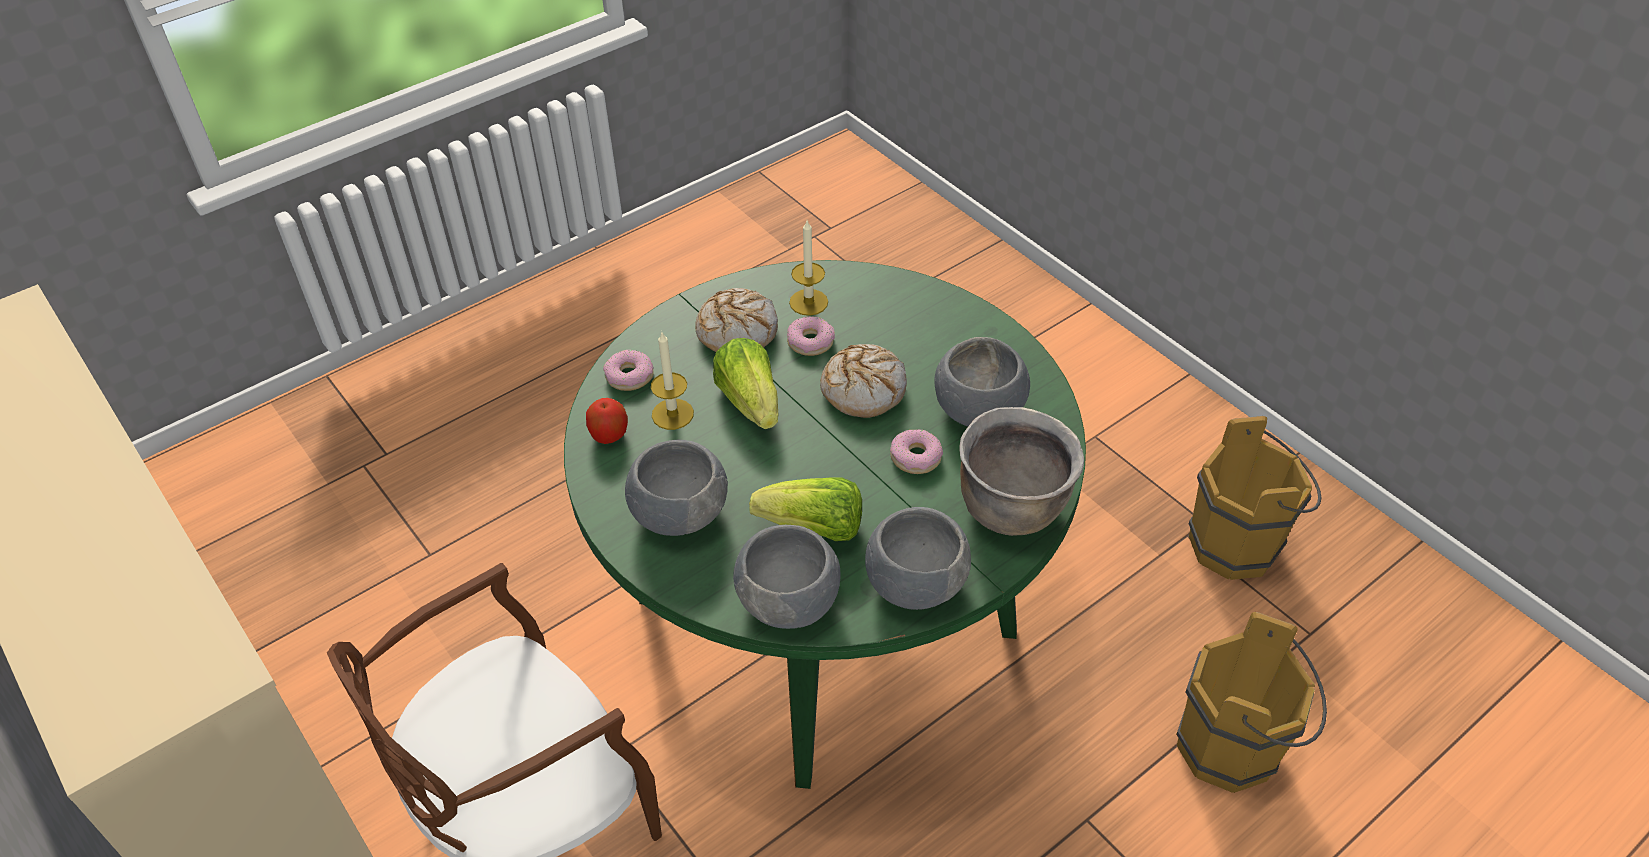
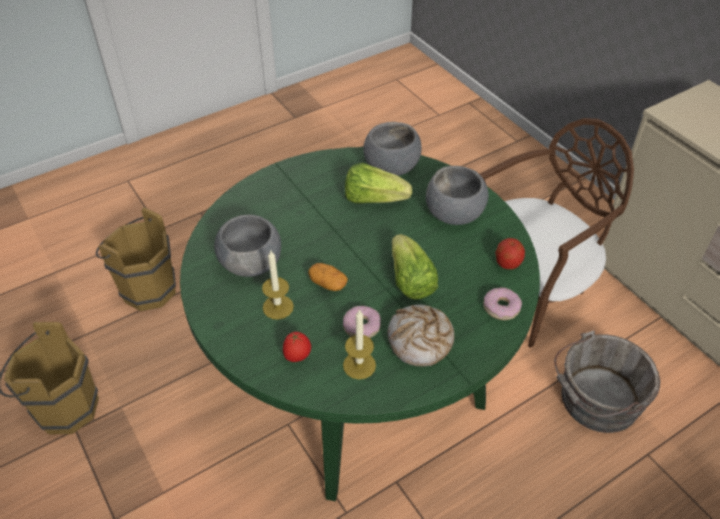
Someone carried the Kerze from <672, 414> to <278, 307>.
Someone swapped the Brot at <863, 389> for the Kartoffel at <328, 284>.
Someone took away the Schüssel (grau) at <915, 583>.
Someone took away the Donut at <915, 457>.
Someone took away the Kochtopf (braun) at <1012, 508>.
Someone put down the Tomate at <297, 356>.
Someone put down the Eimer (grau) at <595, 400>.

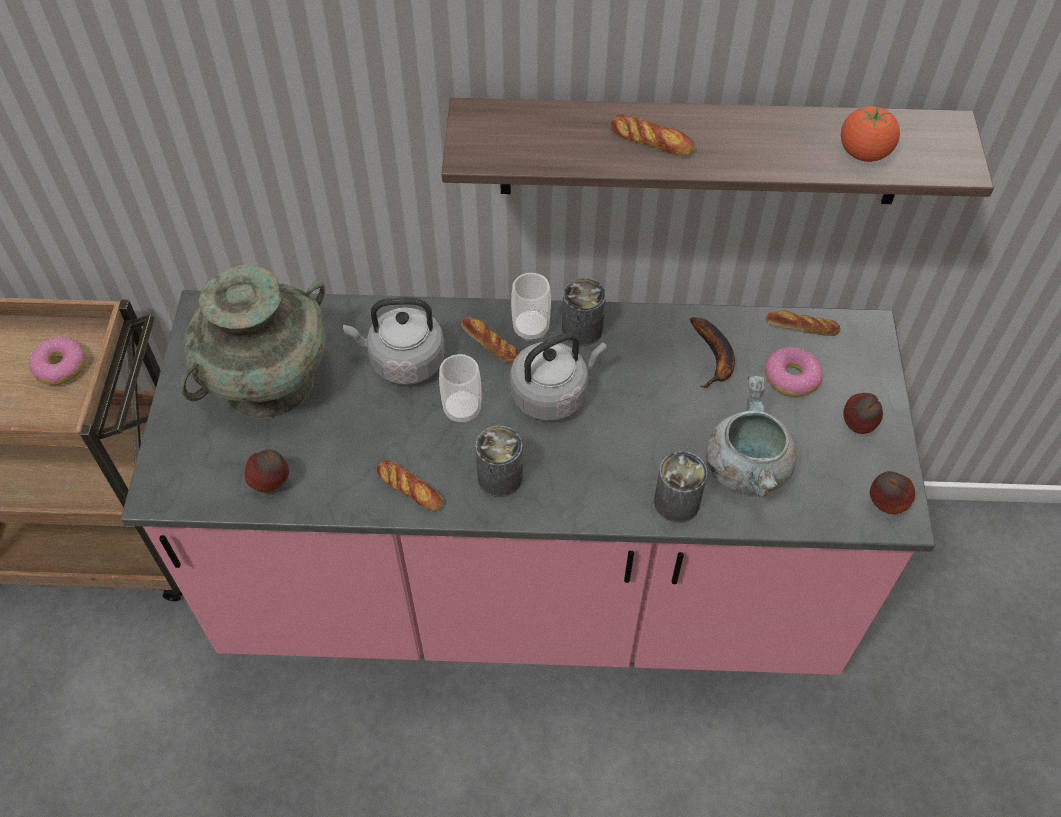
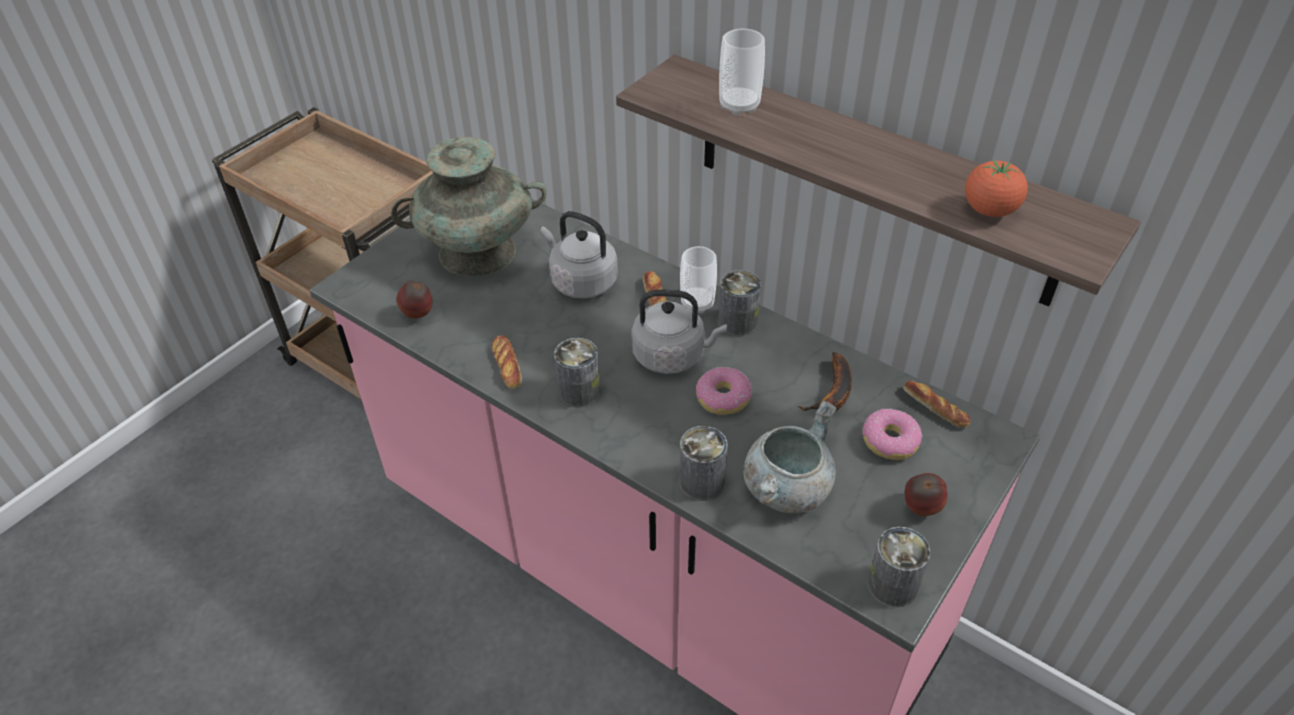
Someone carried the Donut from <60, 366> to <723, 397>.
Someone carried the Tasse from <462, 409> to <739, 105>.
Someone took away the Brot at <651, 140>.
Someone swapped the Apfel at <885, 505> for the Dose at <892, 585>.

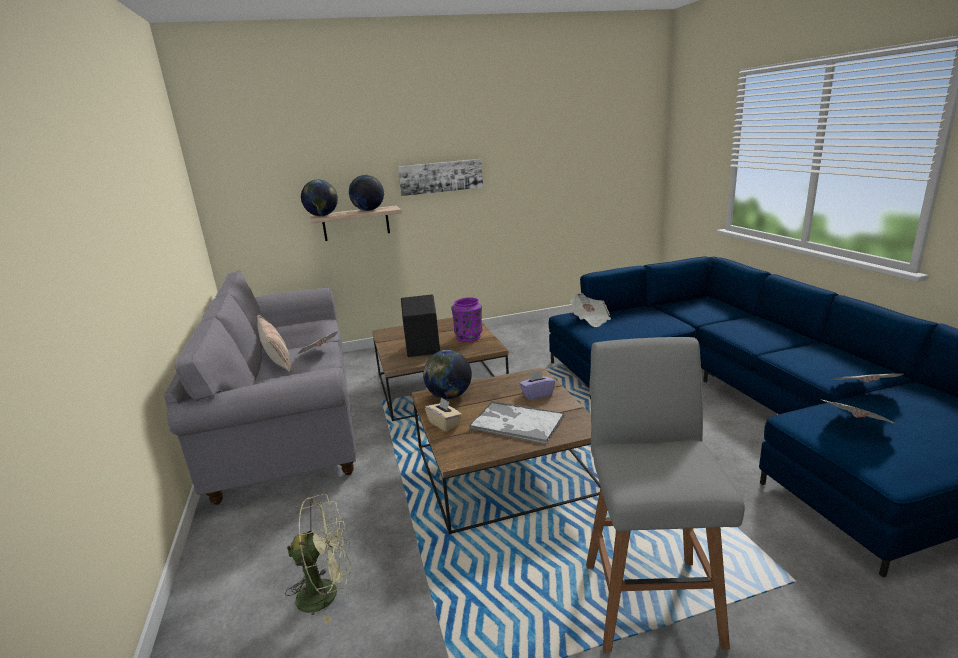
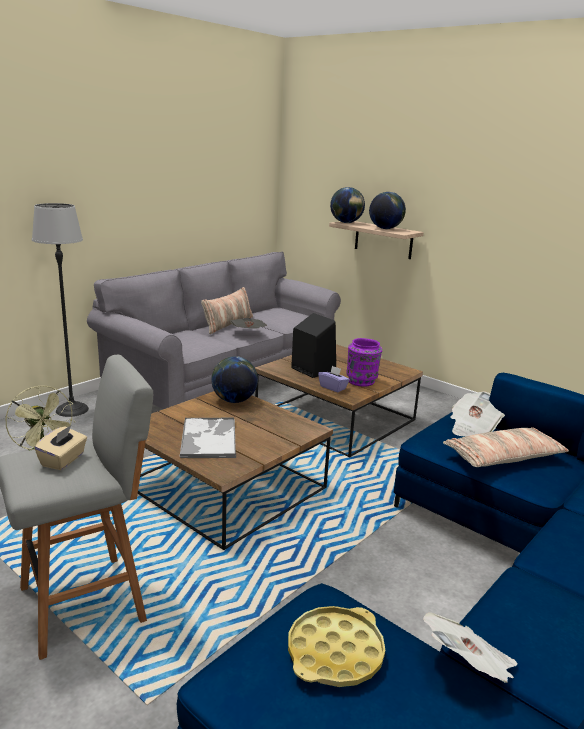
Someone took away the Bild at <441, 177>.
Someone carried the Taschentuchbox (beige) from <444, 424> to <63, 460>.
Someone carried the Taschentuchbox (lila) from <537, 394> to <333, 387>.
Someone swapped the Zeitung at <856, 427> for the Tablett (gelb) at <335, 652>.
Someone put down the Stehlampe at <72, 409>.
Someone put down the Kissen at <504, 458>.

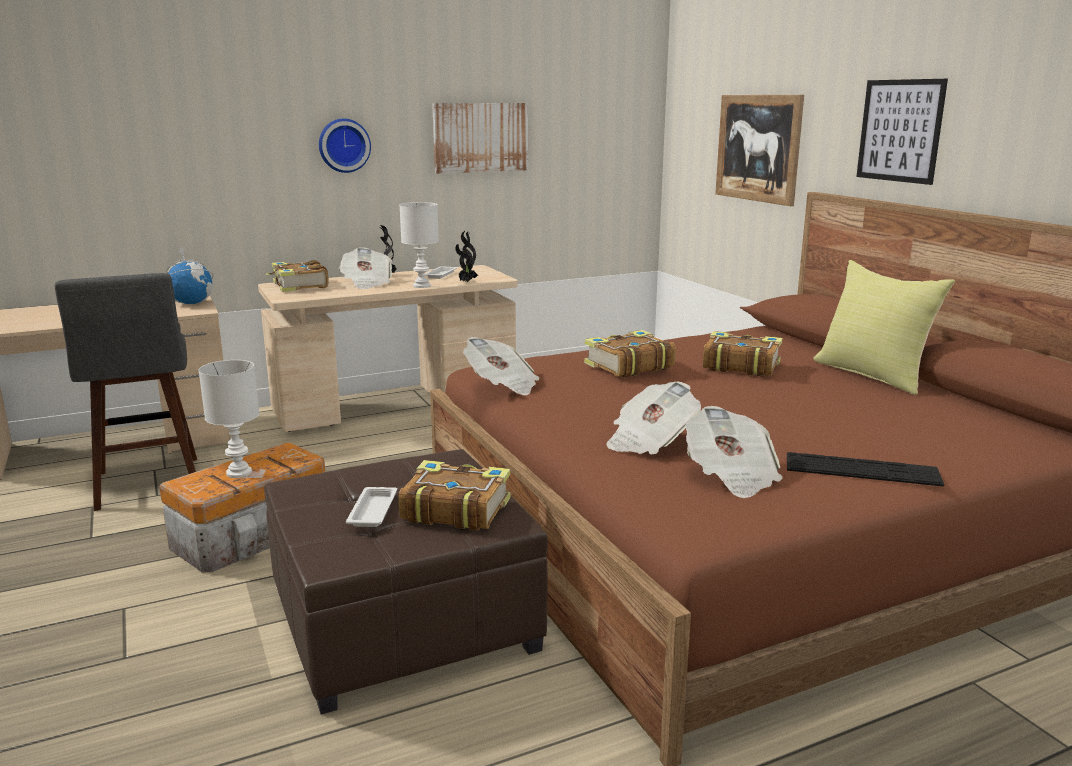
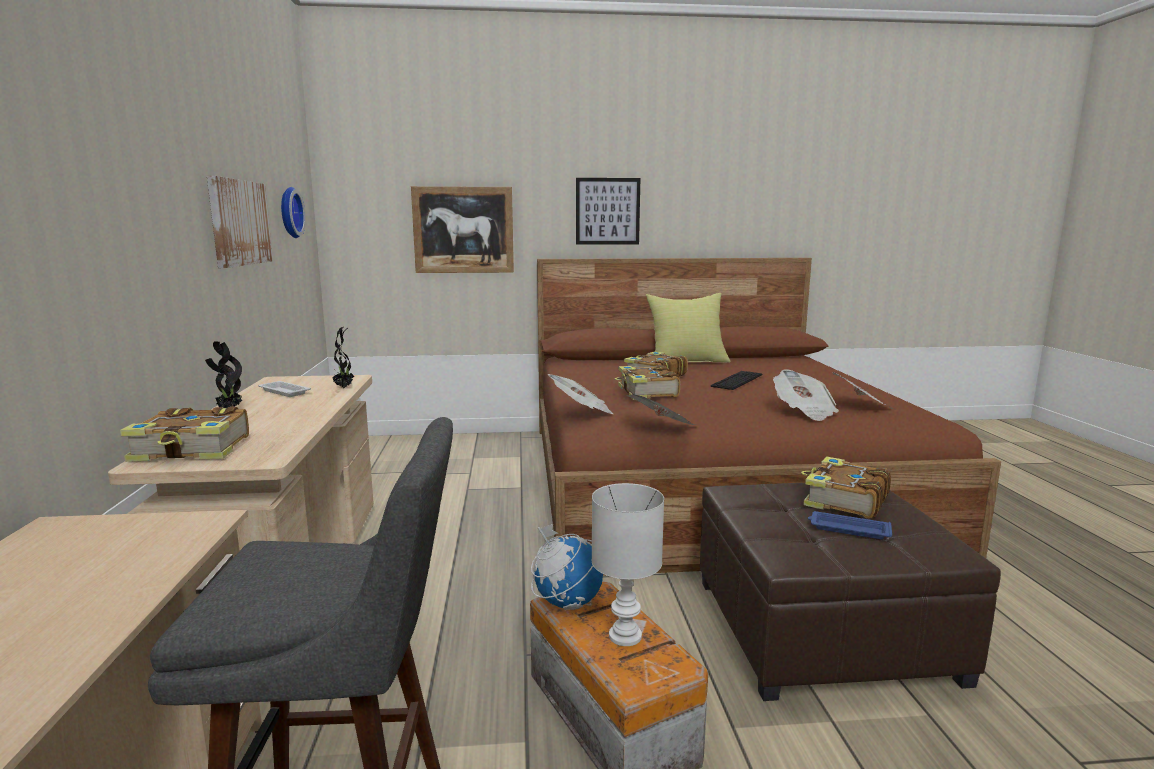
Someone carried the Globus from <192, 303> to <567, 603>.
Someone carried the Wanduhr from <343, 145> to <288, 212>.
Someone carried the Zeitung from <367, 283> to <581, 411>.
Someone repainted the Tablett (weiß) at <373, 510>, which became the Tablett (blau) at <848, 529>.
Someone took away the Tischlampe (weiß) at <422, 286>.
Someone carried the Tastatur from <862, 470> to <737, 380>.

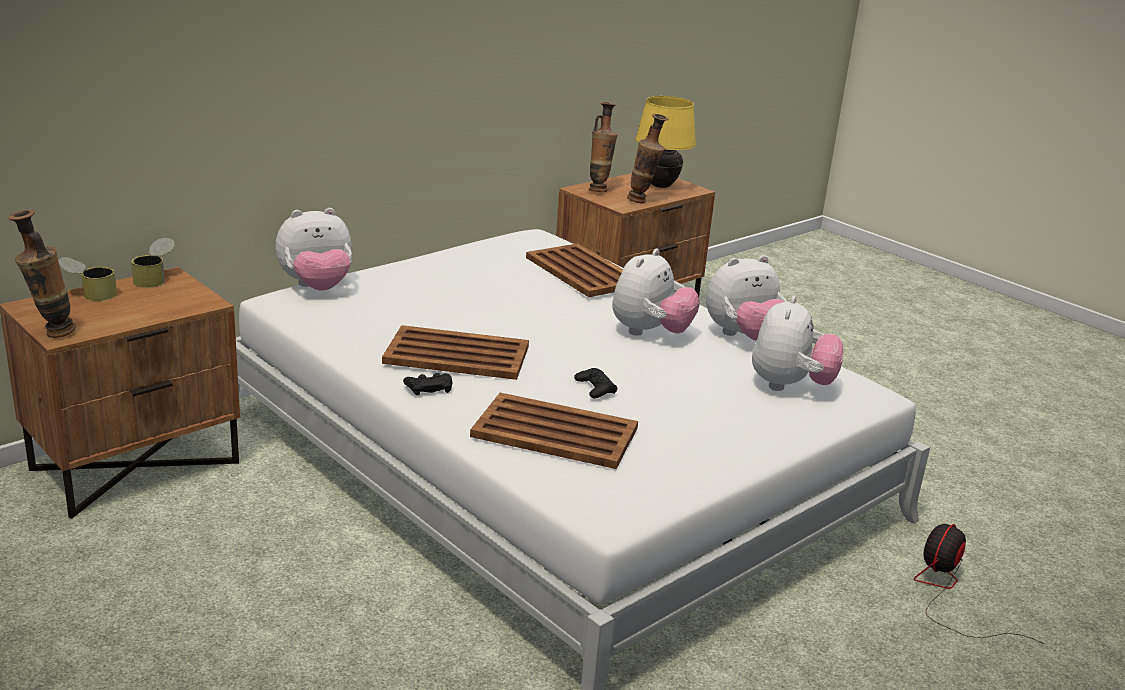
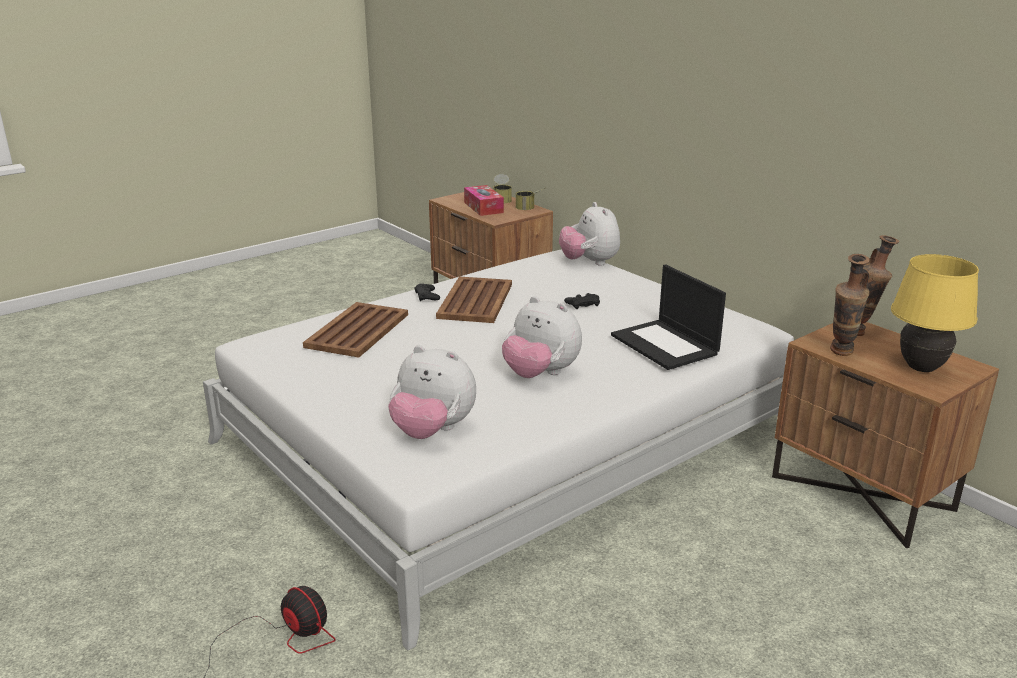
Someone took away the Vase at <50, 334>.
Someone swapped the Tablett (braun) at <582, 271> for the Laptop at <666, 345>.
Someone carried the Gamepad (schwarz) from <595, 388> to <582, 304>.
Someone took away the Plüschtier at <743, 337>.
Someone put down the Taschentuchbox at <483, 207>.

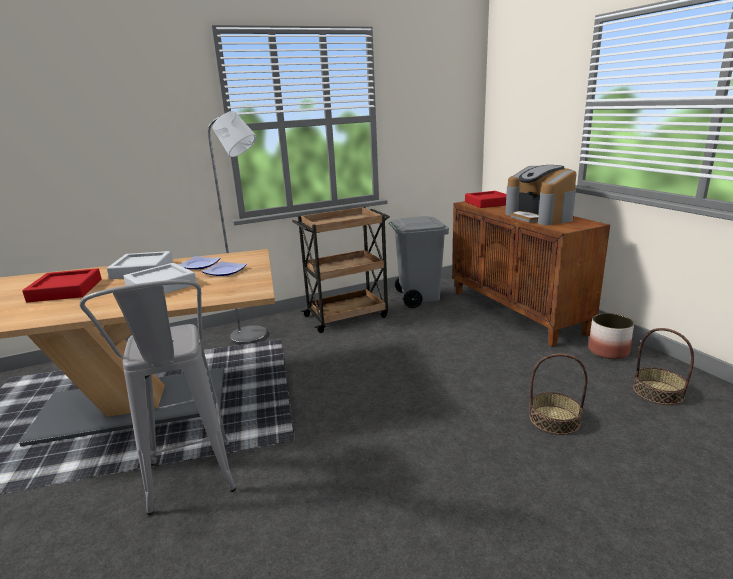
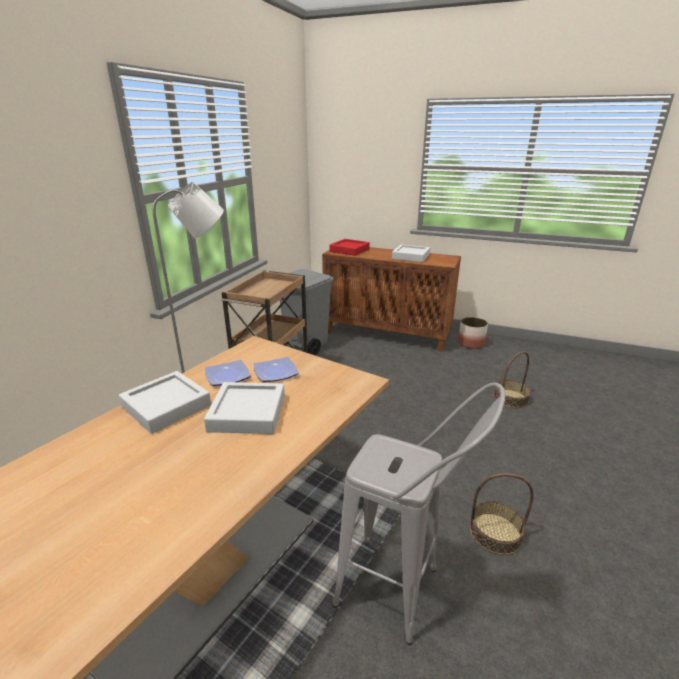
Someone took away the Tablett (rot) at <66, 290>.
Someone swapped the Kaffeemaschine at <539, 216> for the Tablett (grau) at <410, 256>.
Someone carried the Korb from <658, 392> to <495, 533>.

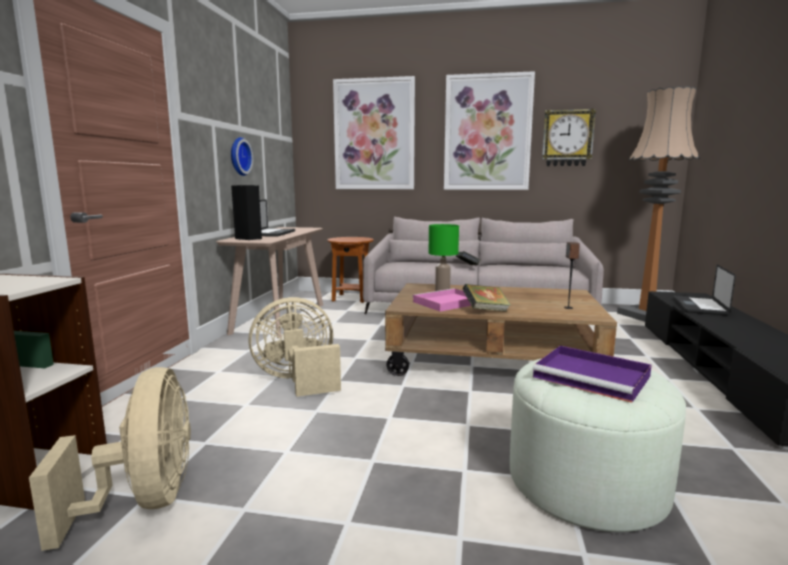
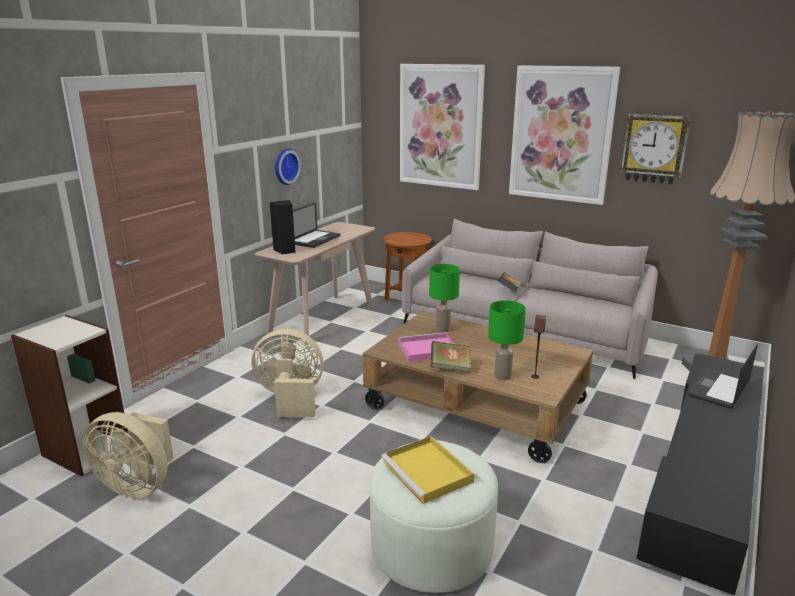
Someone rotated the Ventilator (beige) at <145, 501> by 105 degrees clockwise.
Someone repainted the Tablett (lila) at <594, 377>, which became the Tablett (gelb) at <428, 472>.
Someone put down the Tischlampe (grün) at <502, 376>.

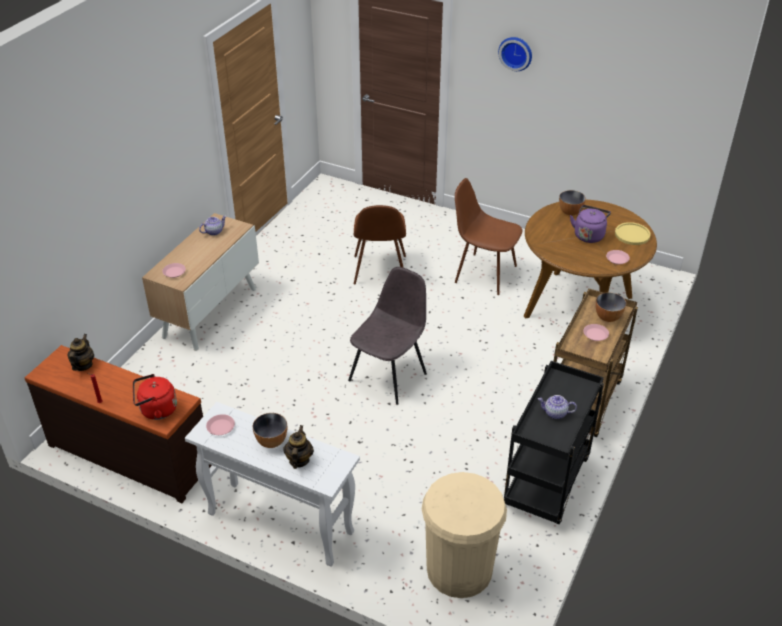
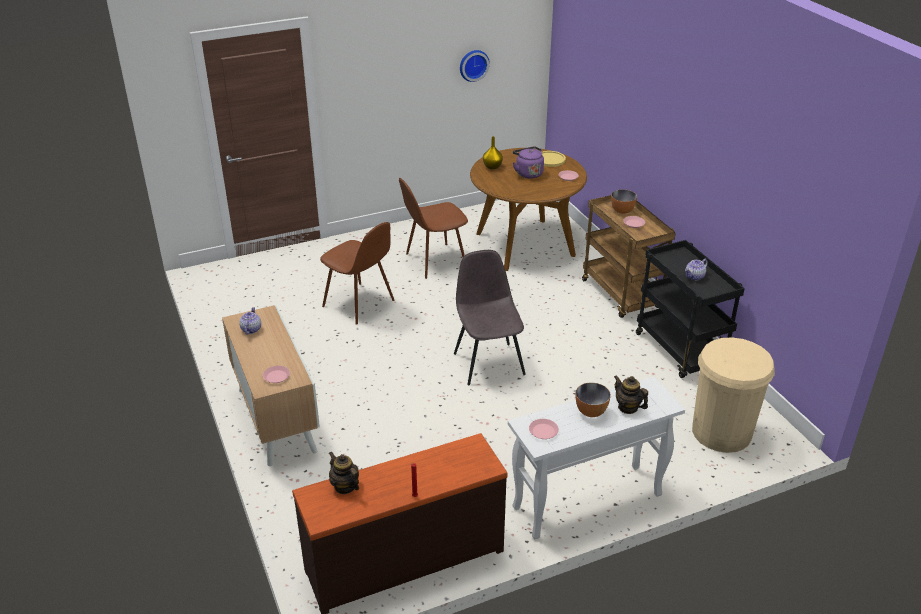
Someone took away the Wasserkessel (rot) at <156, 410>.
Someone carried the Wanduhr from <516, 53> to <473, 65>.
Someone swapped the Schüssel at <570, 212> for the Vase (gelb) at <492, 166>.

